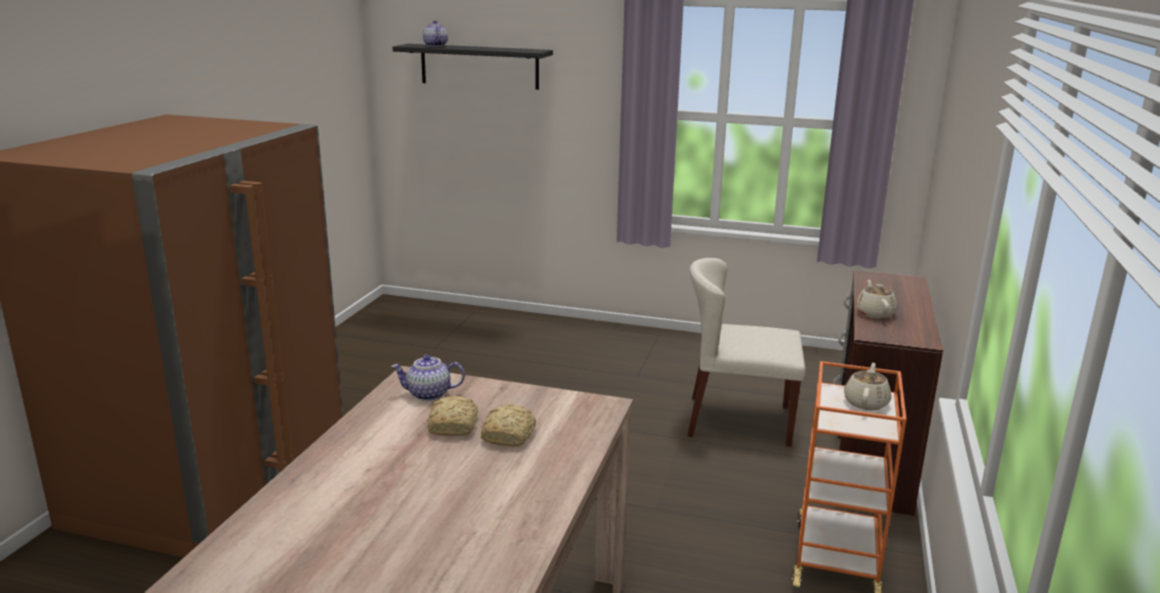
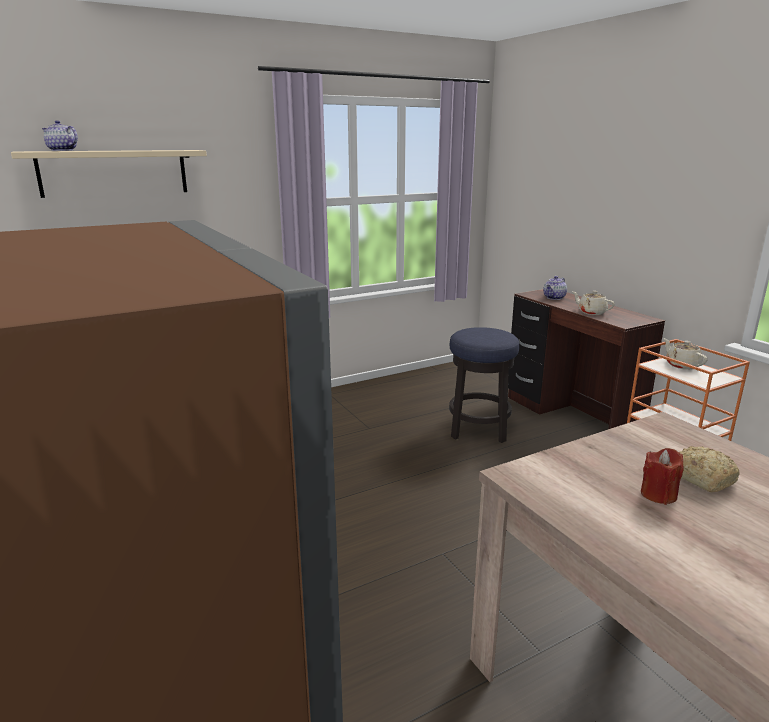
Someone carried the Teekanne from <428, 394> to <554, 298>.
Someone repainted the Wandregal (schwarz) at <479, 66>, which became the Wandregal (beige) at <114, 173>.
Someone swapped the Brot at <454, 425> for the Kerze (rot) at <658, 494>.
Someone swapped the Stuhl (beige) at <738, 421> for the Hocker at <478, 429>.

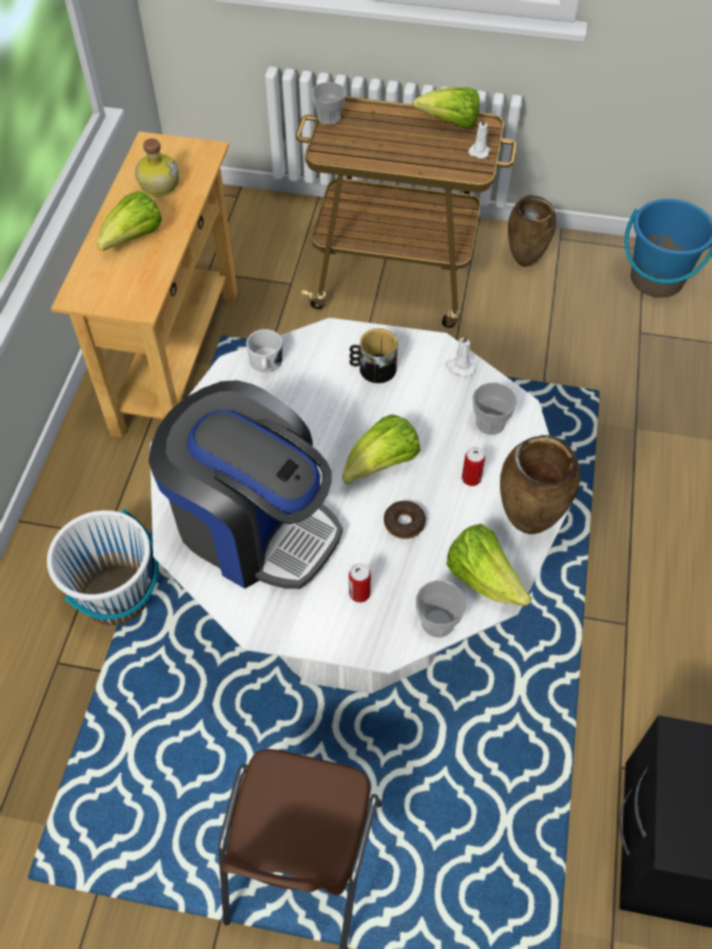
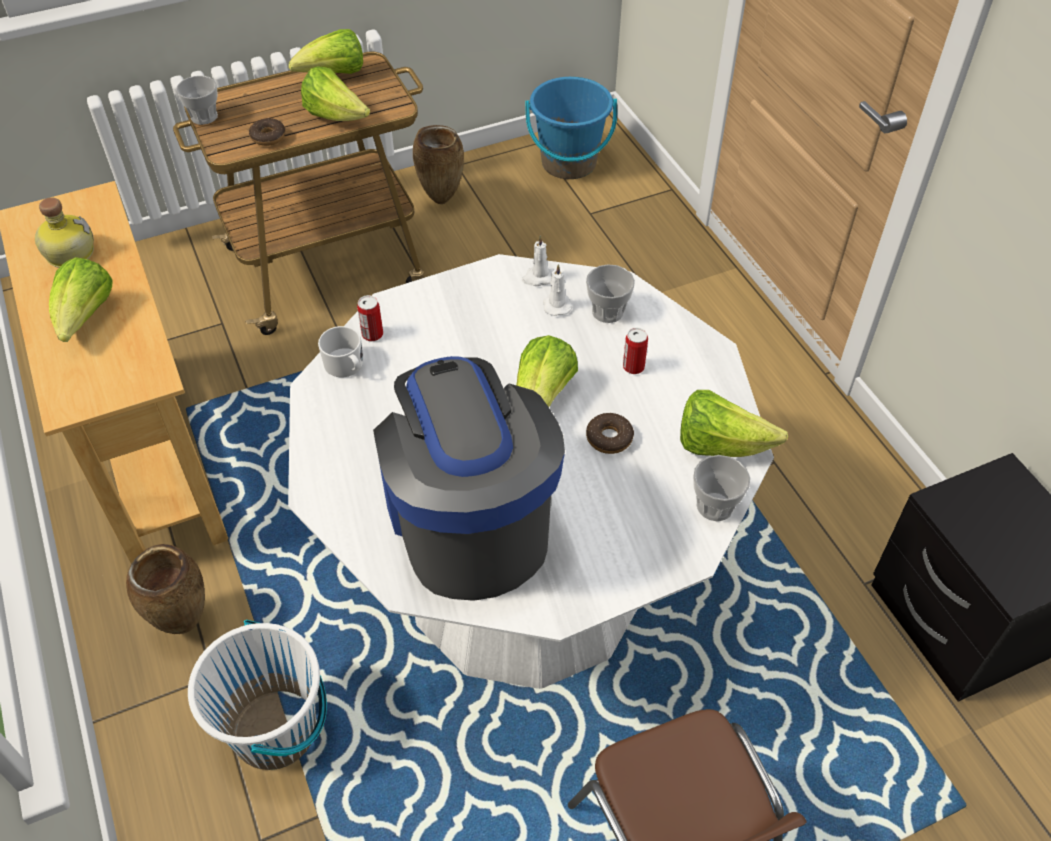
Someone rotated the Kaffeemaschine at <254, 525> by 105 degrees counterclockwise.
Someone took away the Henkelbecher at <373, 369>.
Someone carried the Dose from <359, 593> to <372, 334>.
Someone carried the Kerze (weiß) from <479, 151> to <556, 305>.
Someone carried the Vase (braun) from <526, 524> to <183, 624>.
Someone put down the Donut at <268, 137>.
Someone put down the Salatkopf at <336, 116>.

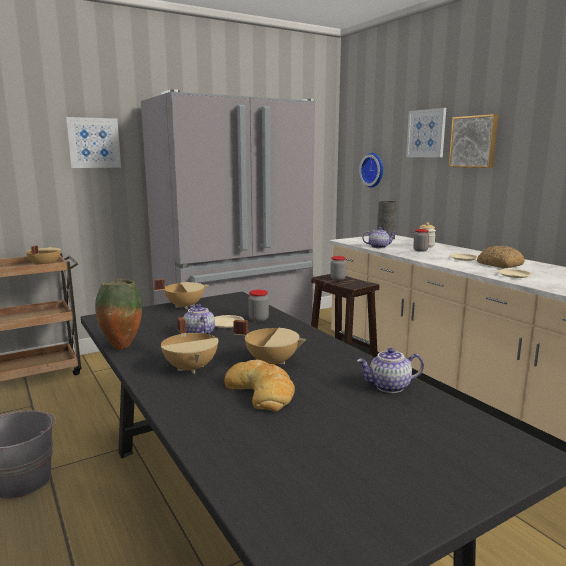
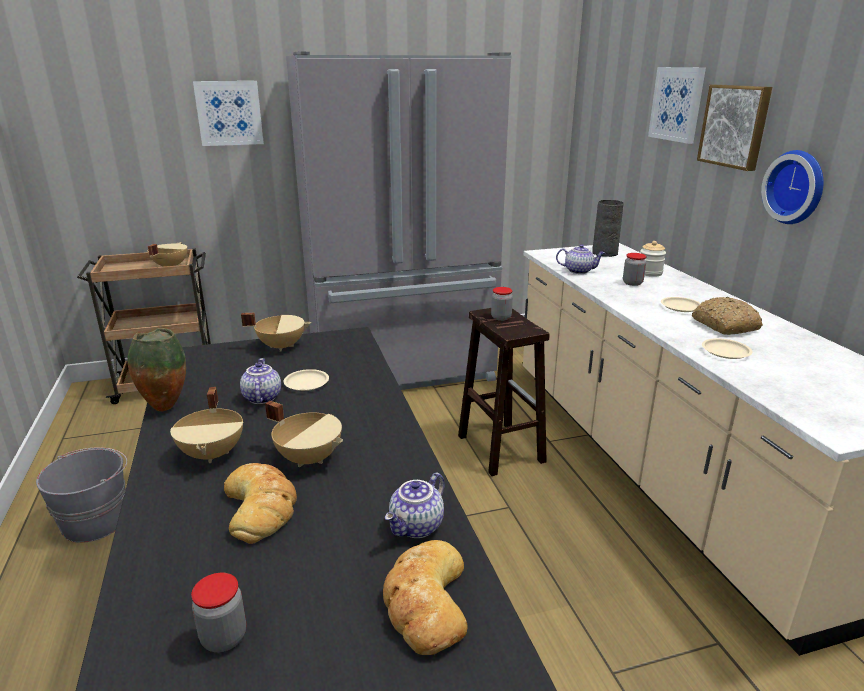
Someone carried the Vorratsglas from <258, 319> to <224, 637>.
Someone rotated the Teekanne at <389, 387> by 60 degrees counterclockwise.
Someone carried the Wanduhr from <373, 170> to <797, 187>.
Someone put down the Brot at <425, 602>.

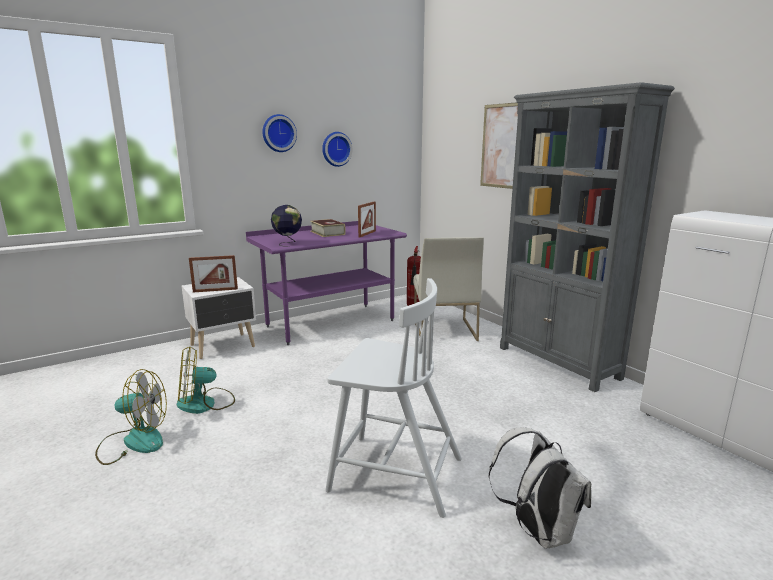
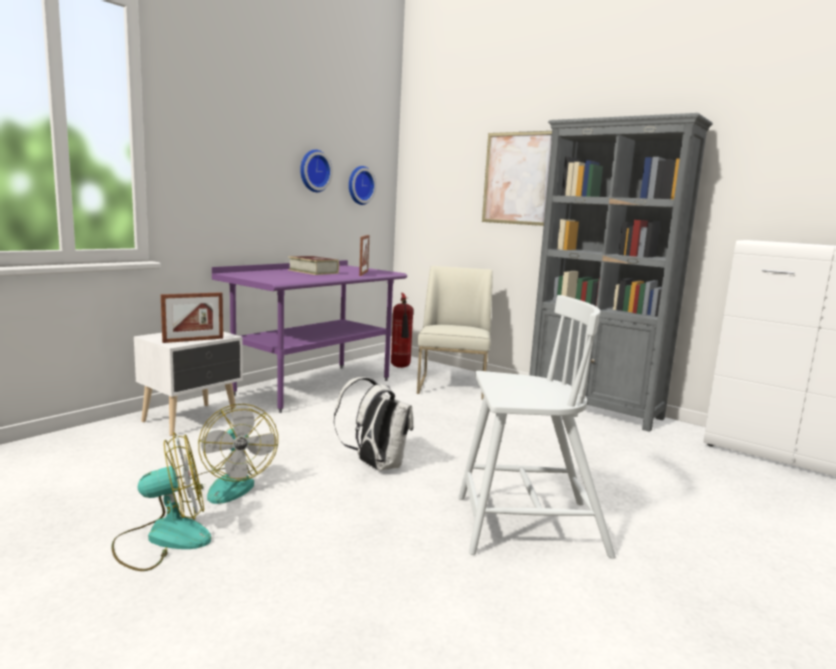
Someone rotated the Ventilator at <205, 403> by 75 degrees counterclockwise.
Someone carried the Wanduhr from <278, 133> to <359, 185>.
Someone took away the Globus at <287, 243>.
Someone rotated the Stuhl (weiß) at <443, 330> by 150 degrees counterclockwise.
Someone carried the Rucksack (weiß) from <537, 530> to <375, 465>.

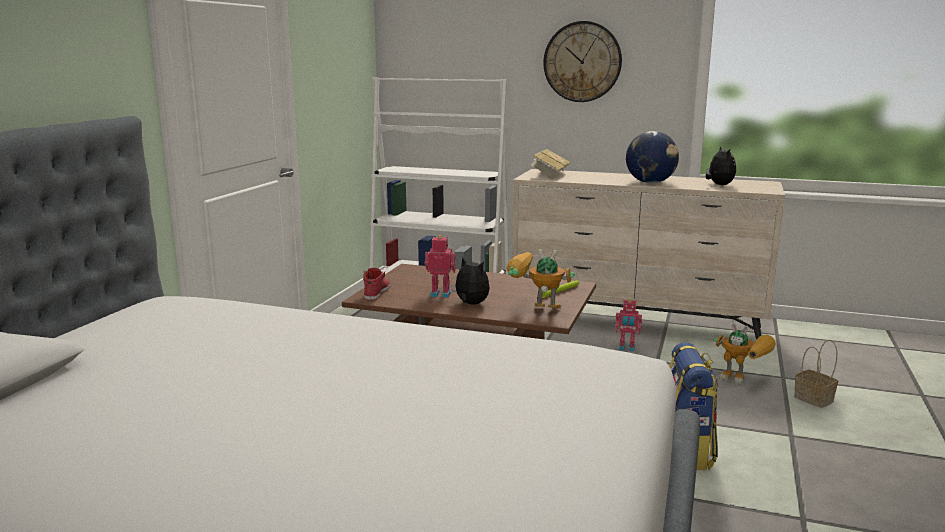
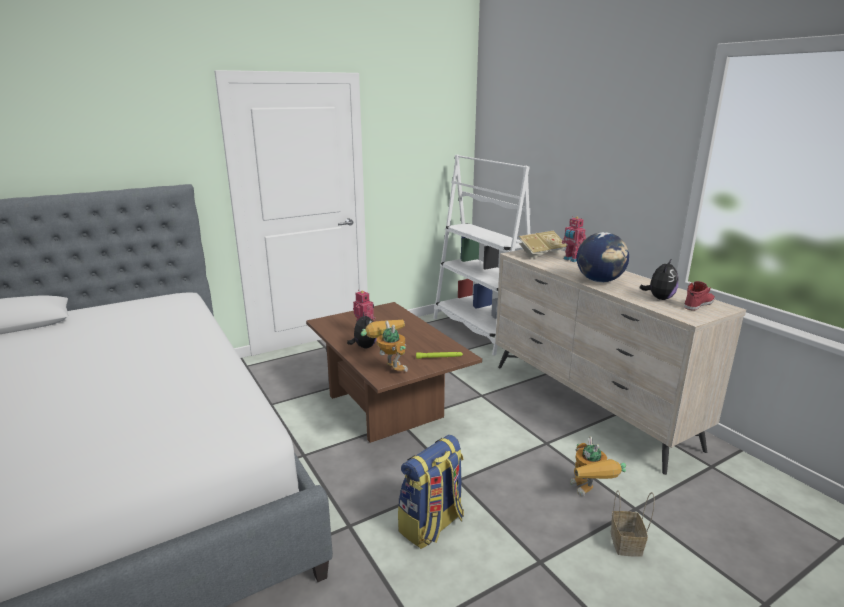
Someone carried the Schuh (rot) from <376, 292> to <698, 304>.
Someone took away the Wanduhr at <582, 62>.
Someone carried the Spielzeugroboter from <626, 348> to <571, 259>.

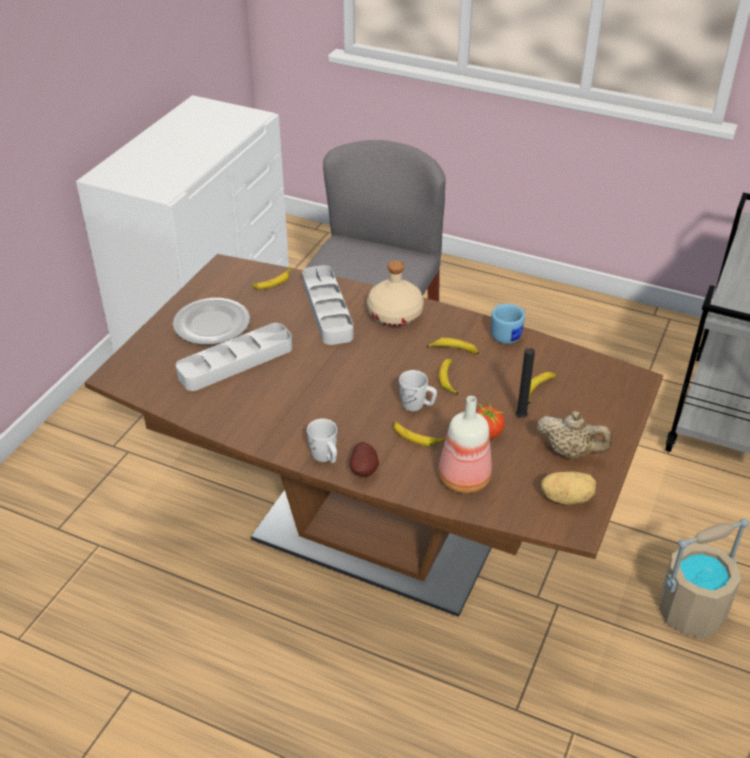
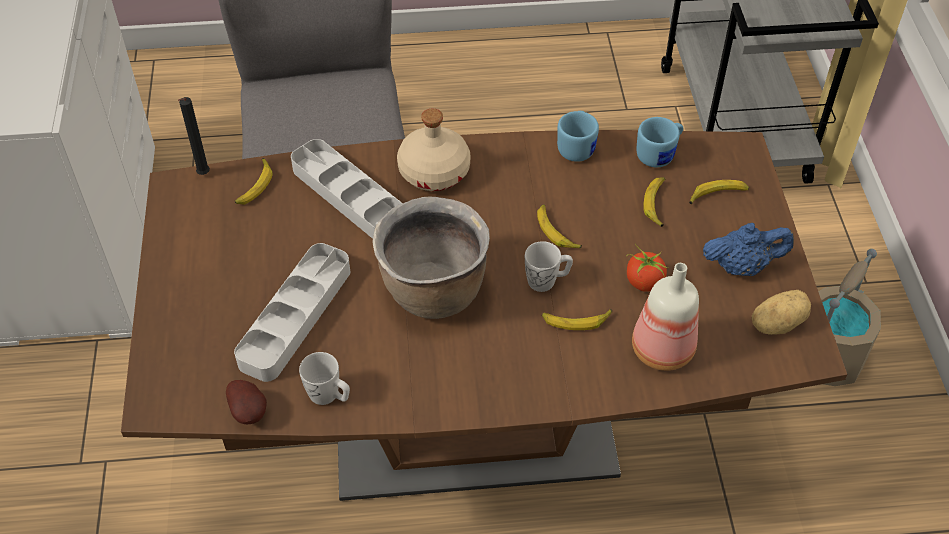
Someone took away the Teller at <211, 324>.
Someone carried the Henkelbecher (weiß) from <325, 457> to <329, 396>.
Someone carried the Kartoffel from <365, 470> to <250, 411>.
Someone carried the Banane from <453, 350> to <717, 195>.
Someone carried the Kerze (schwarz) from <519, 418> to <202, 175>.
Someone repainted the Teekanne (beige) at <571, 452>, which became the Teekanne (blau) at <742, 266>.
Someone put down the Kochtopf (braun) at <433, 291>.
Someone put down the Henkelbecher (blau) at <660, 154>.

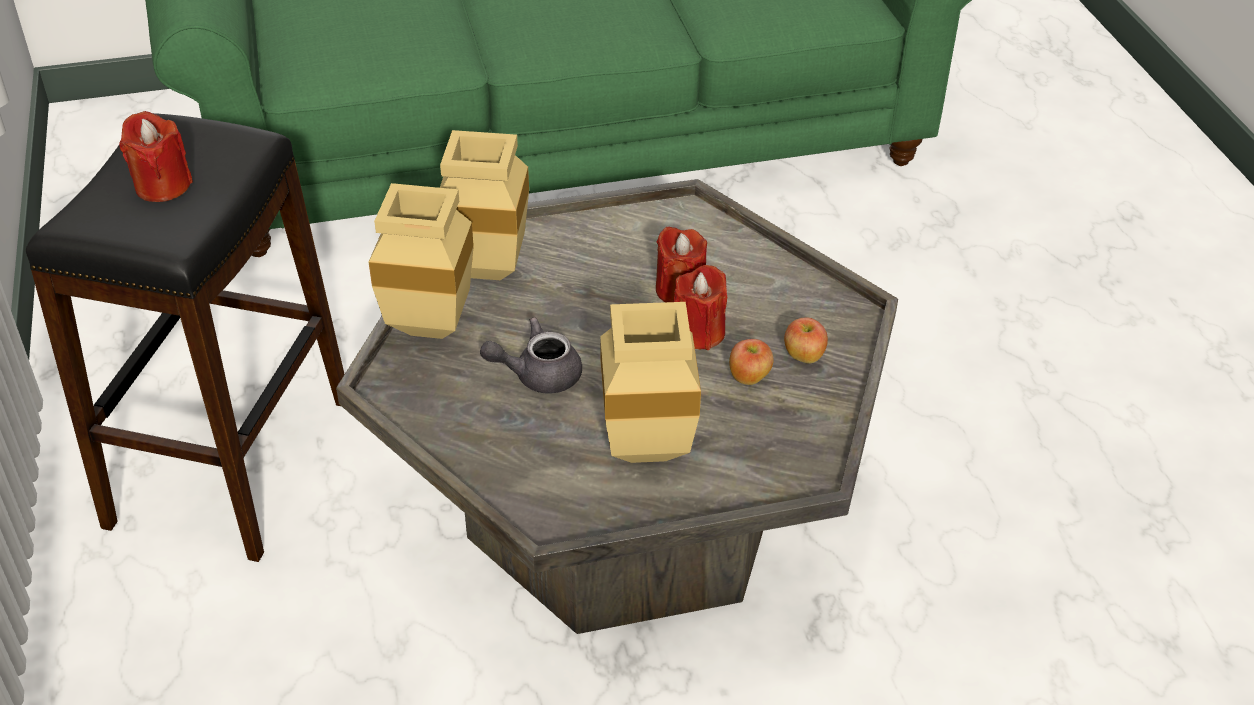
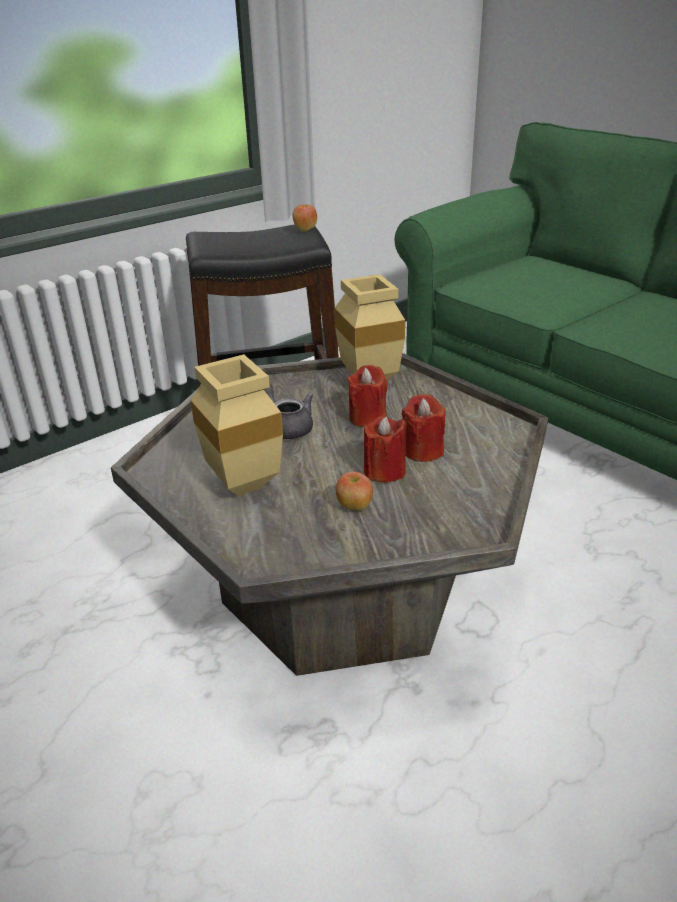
Someone carried the Kerze (rot) from <162, 186> to <367, 418>.
Someone took away the Vase (beige) at <424, 329>.
Someone carried the Apfel from <803, 357> to <305, 230>.

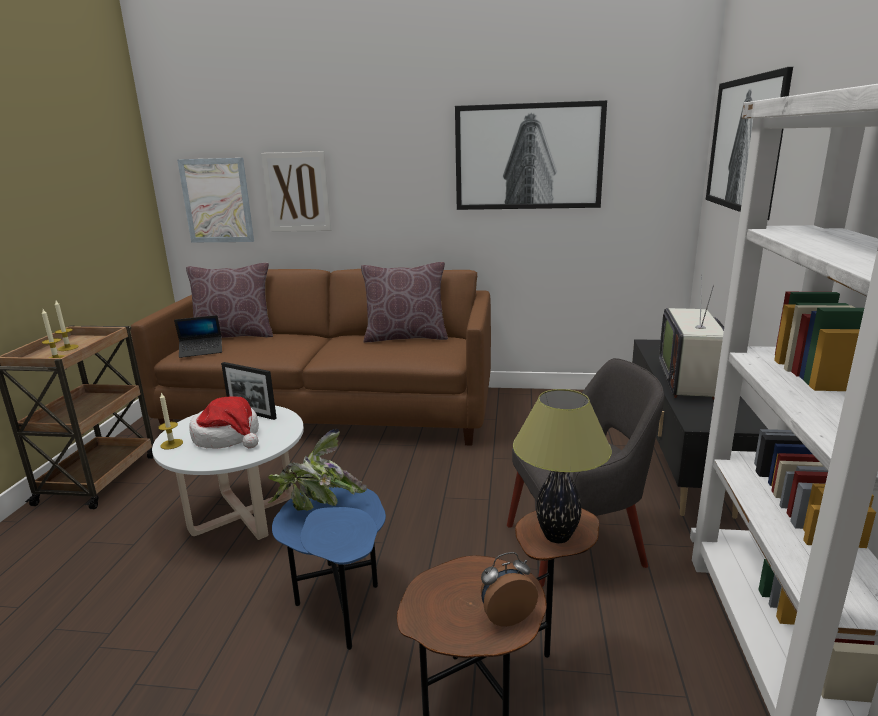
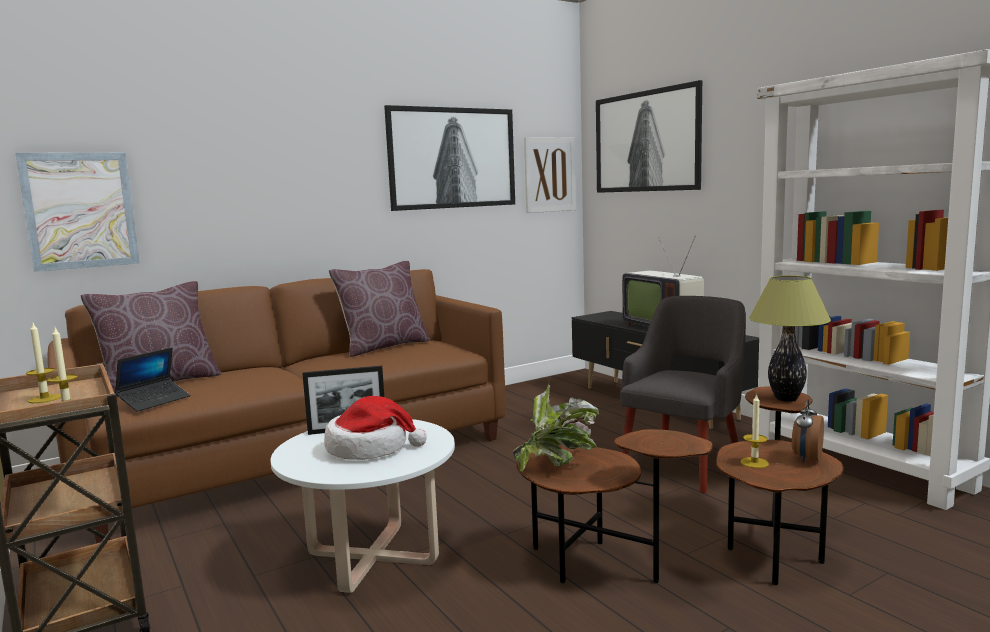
Someone carried the Kerze from <171, 444> to <754, 463>.
Someone carried the Bild from <297, 192> to <549, 174>.
Someone repainted the Beistelltisch (blau) at <341, 607>, which became the Beistelltisch (braun) at <600, 566>.

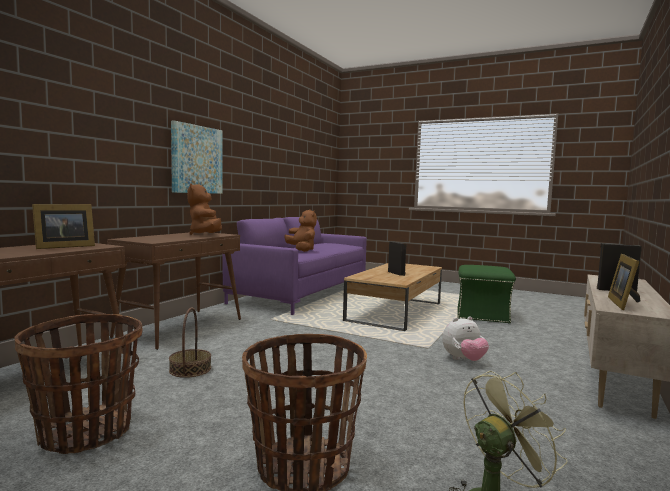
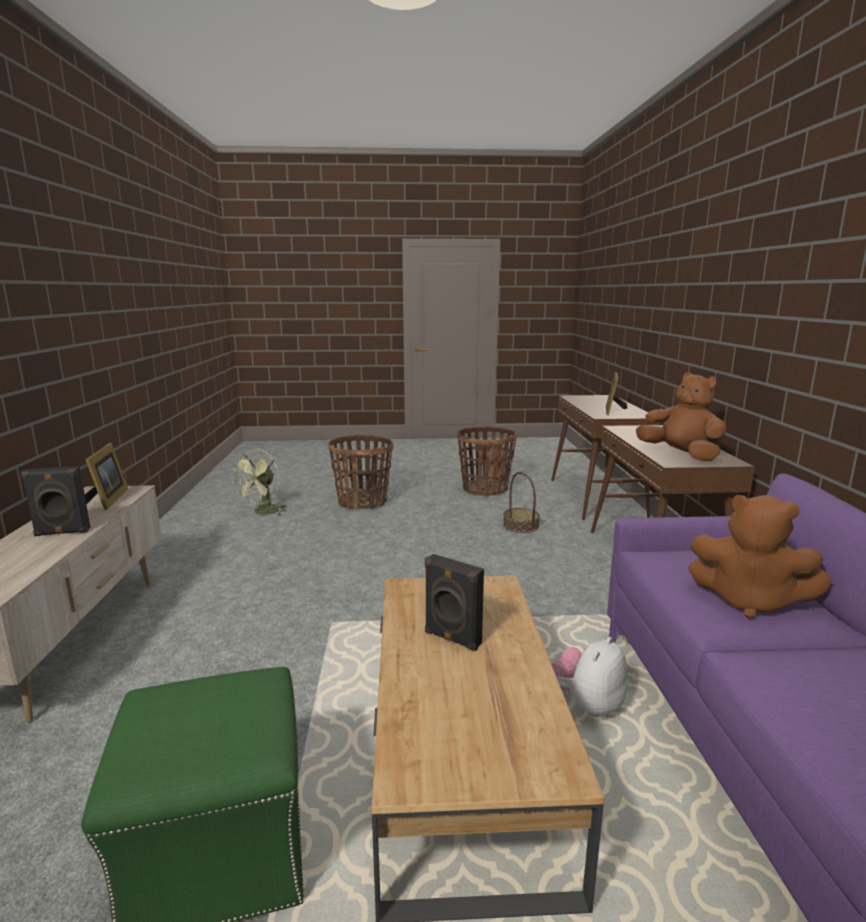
Someone took away the Bild at <196, 159>.
Someone carried the Plüschtier from <463, 360> to <587, 704>.

